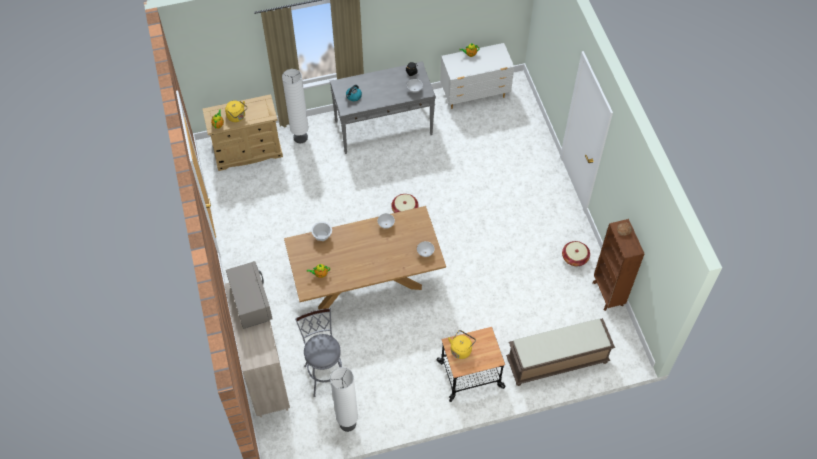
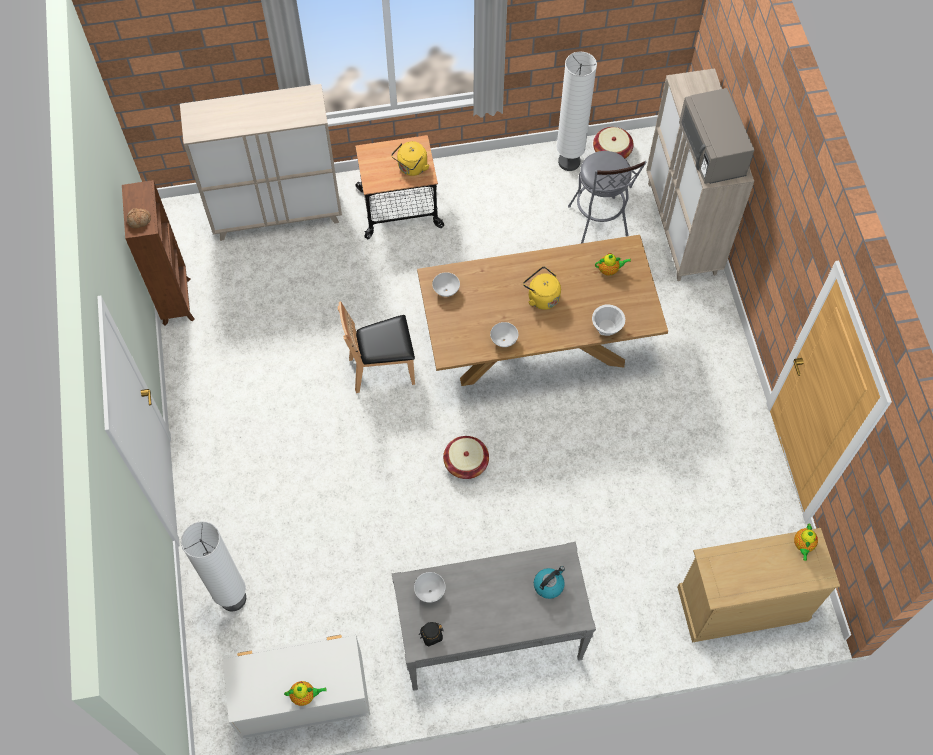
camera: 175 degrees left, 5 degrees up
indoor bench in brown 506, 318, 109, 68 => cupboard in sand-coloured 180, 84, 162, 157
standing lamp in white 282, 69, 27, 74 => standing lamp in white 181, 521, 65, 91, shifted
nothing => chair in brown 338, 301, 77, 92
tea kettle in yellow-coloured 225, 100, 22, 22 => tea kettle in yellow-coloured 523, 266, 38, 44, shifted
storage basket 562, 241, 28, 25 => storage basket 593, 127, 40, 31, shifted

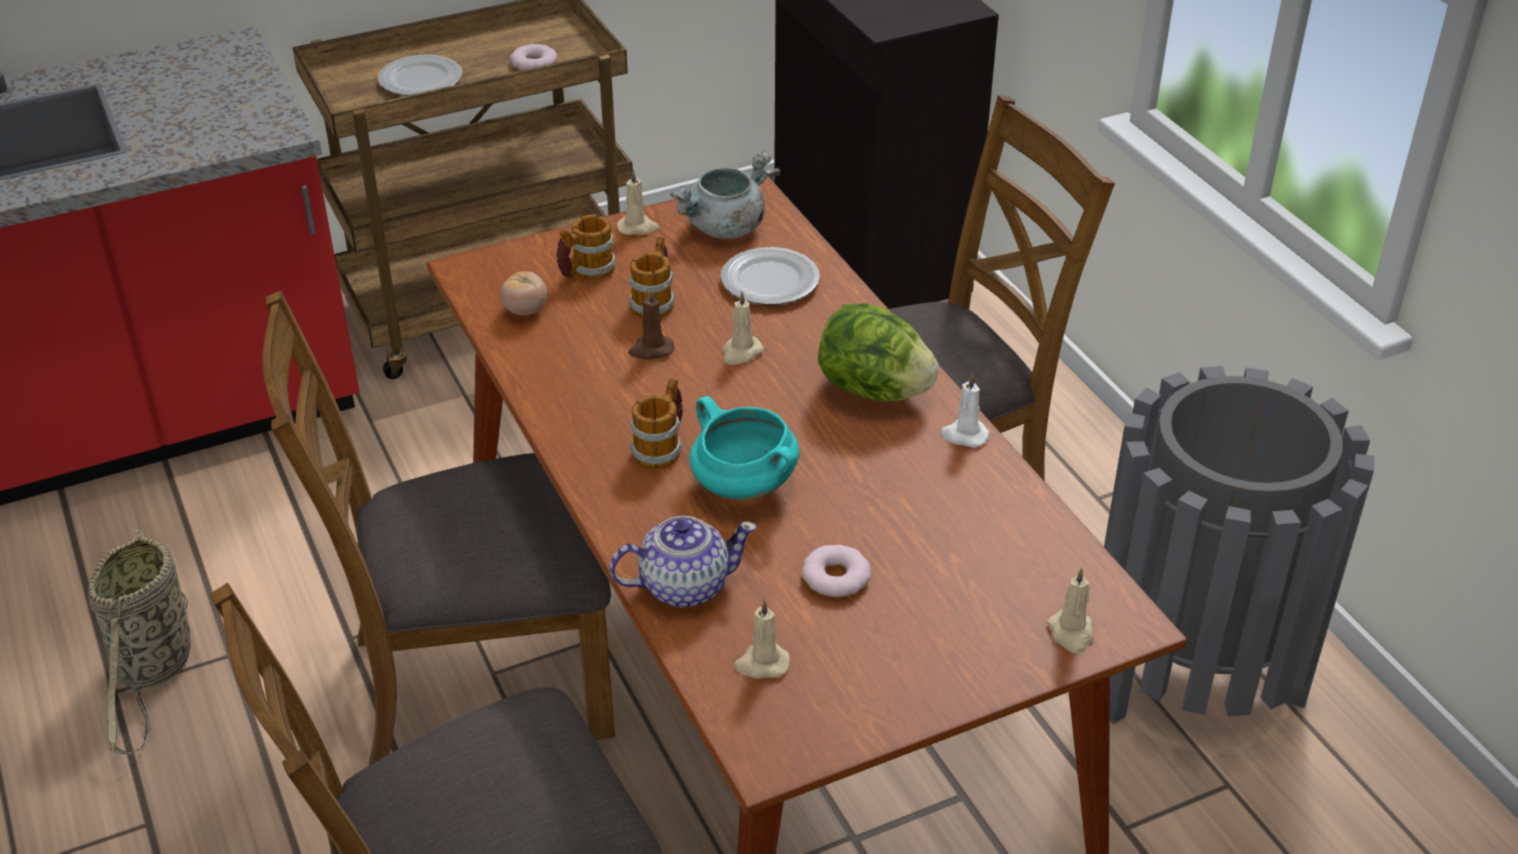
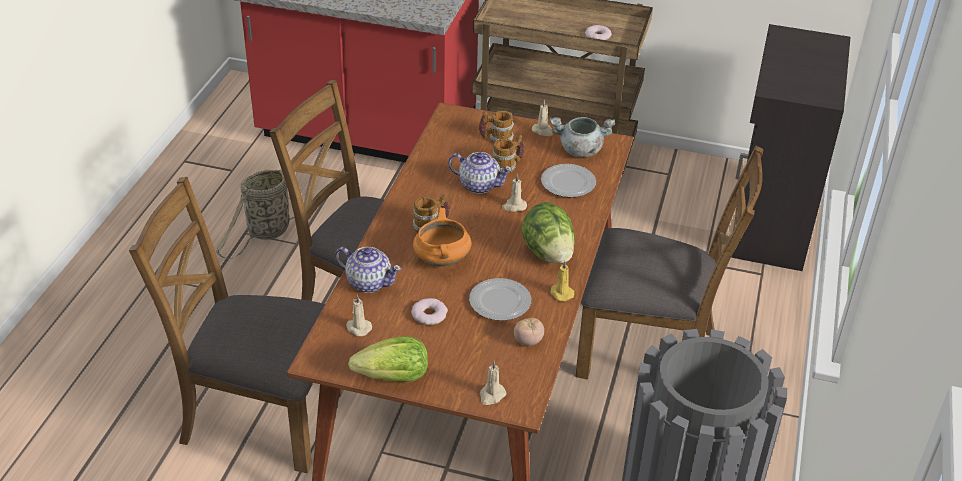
camera: 40 degrees right, 0 degrees up
nothing => lettuce head 348, 336, 80, 46
cooking pot in turquoise-coloured 689, 396, 111, 105 => cooking pot in orangey 413, 208, 59, 59
wax light in brown 629, 289, 45, 70 => teapot 448, 152, 64, 42
plate 378, 54, 84, 42 => plate 469, 278, 62, 43, shifted
tomato 501, 271, 46, 44 => tomato 514, 318, 30, 28, shifted
wax light in white 940, 374, 49, 73 => wax light in yellow-coloured 550, 261, 24, 40

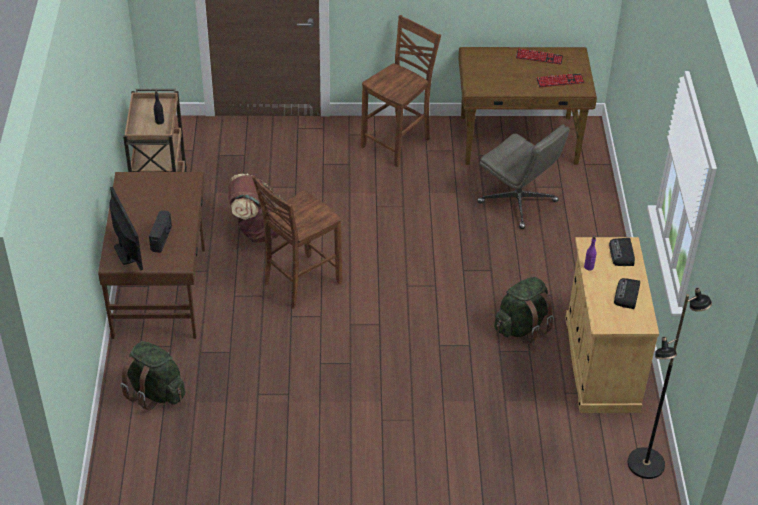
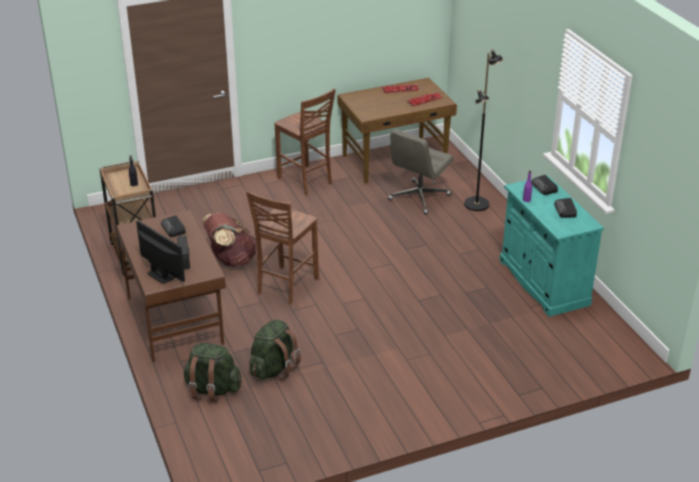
camera: 20 degrees left, 10 degrees down
nothing => radio 161, 215, 25, 22
backpack in green 494, 277, 60, 67 => backpack in green 249, 319, 52, 62, shifted
chair in brown 361, 15, 80, 152 => chair in brown 274, 89, 62, 106, 120 degrees clockwise
desk chair in gray 477, 125, 92, 104 => desk chair in gray 388, 130, 66, 85, 105 degrees clockwise
standing lamp in black-coloured 628, 288, 84, 191 => standing lamp in black-coloured 464, 49, 39, 162, shifted
cupboard in sand-coloured 565, 237, 94, 176 => cupboard in turquoise-coloured 499, 175, 105, 142

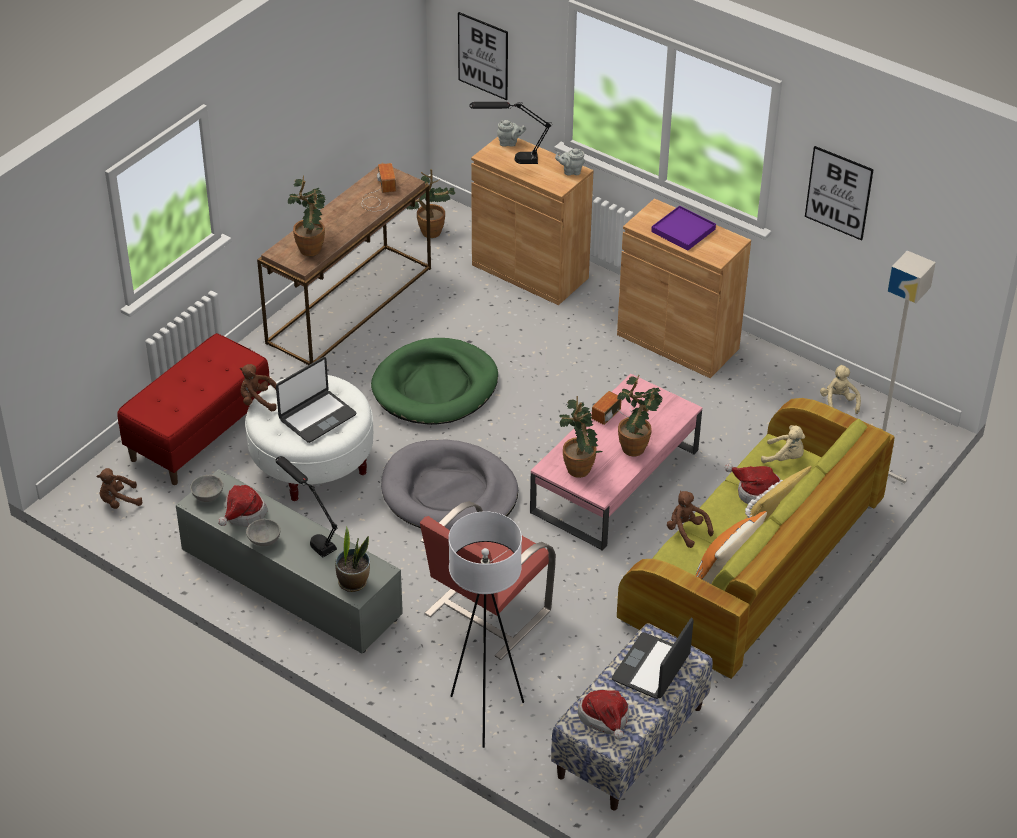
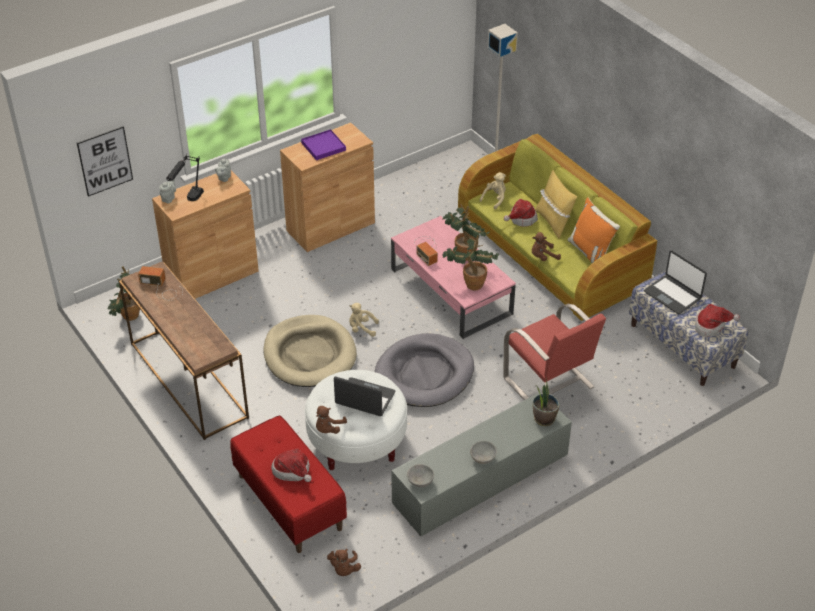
camera: 70 degrees left, 0 degrees up
dog cushion in green 371, 338, 127, 87 => dog cushion in sand-coloured 263, 315, 94, 72
wearable hat 218, 485, 50, 42 => wearable hat 271, 448, 41, 34, shifted
laptop 276, 357, 81, 86 => laptop 334, 377, 61, 39, 45 degrees counterclockwise
cuddly toy in sand-coloured 820, 365, 41, 49 => cuddly toy in sand-coloured 349, 303, 30, 34, shifted
lamp for a table in black-coloured 275, 456, 63, 102 => nothing
houseplant 288, 175, 38, 81 => nothing
standing lamp in white 448, 511, 76, 237 => nothing
picture 805, 146, 69, 95 => nothing

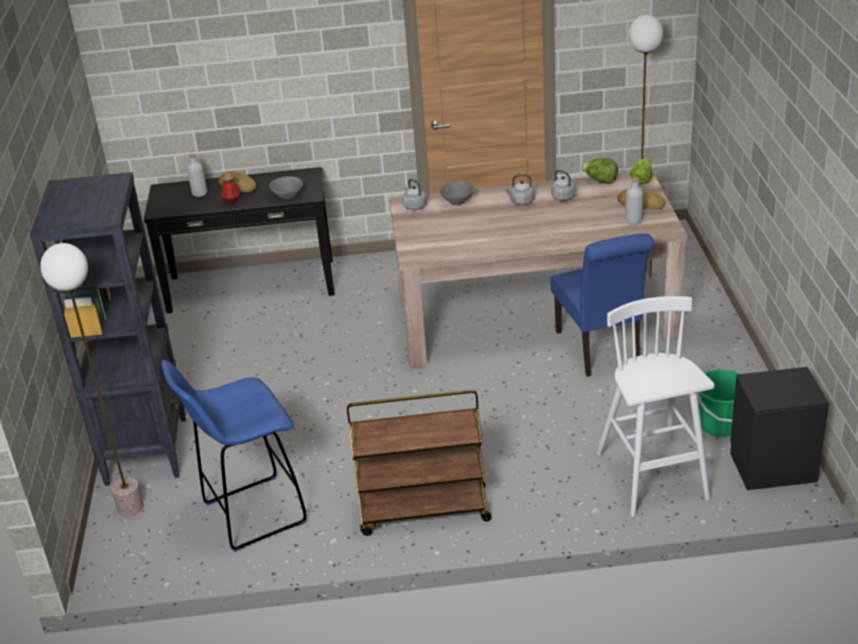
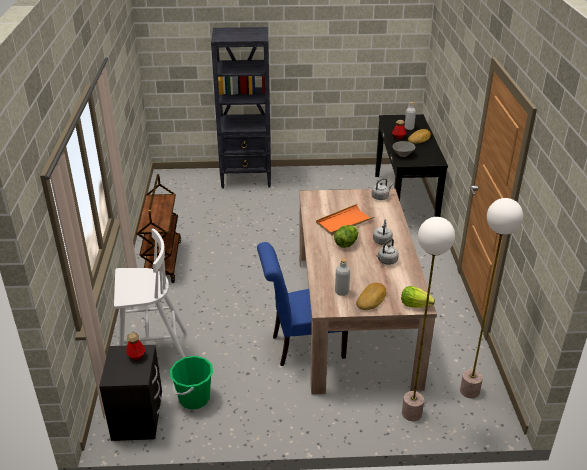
camera: 90 degrees right, 0 degrees up
nothing => bottle 126, 333, 19, 28
nothing => serving tray in orangey 316, 204, 58, 31
lettuce head 581, 158, 37, 26 => lettuce head 334, 225, 24, 23, shifted
standing lamp 40, 243, 104, 273 => standing lamp 402, 217, 53, 204, shifted
stool in blue-coloured 161, 360, 146, 192 => nothing
serving bowl in gray 439, 181, 35, 24 => nothing

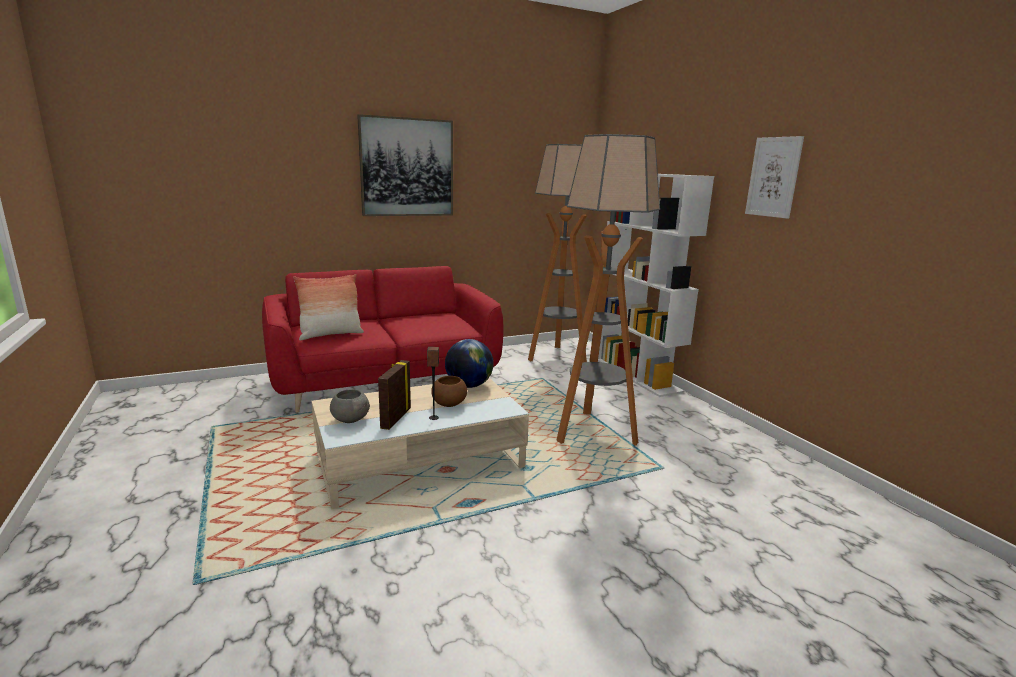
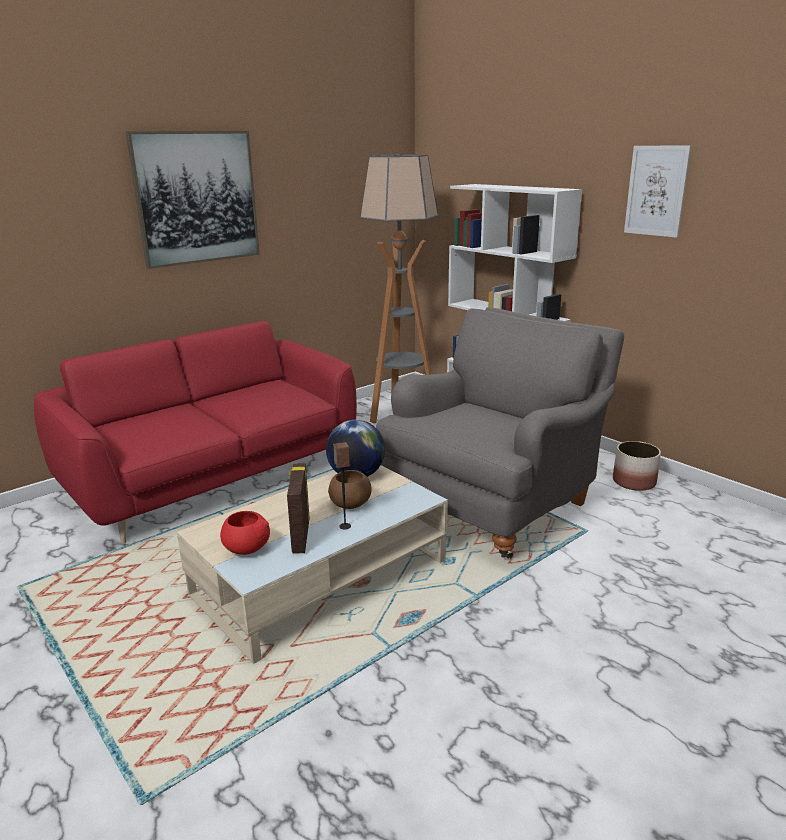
camera: 15 degrees left, 5 degrees up
serving bowl in gray 330, 390, 40, 33 => serving bowl in reddish 220, 511, 50, 44
standing lamp 556, 134, 104, 312 => armchair in gray 376, 307, 248, 252
nothing => plant pot 613, 441, 48, 50
cushion 293, 274, 71, 66 => nothing

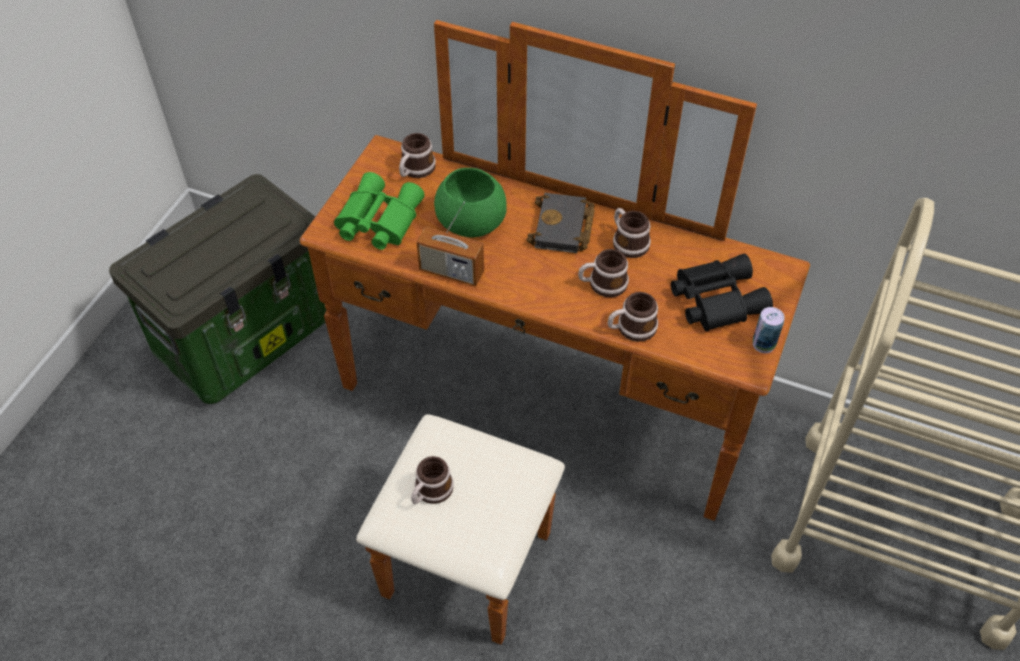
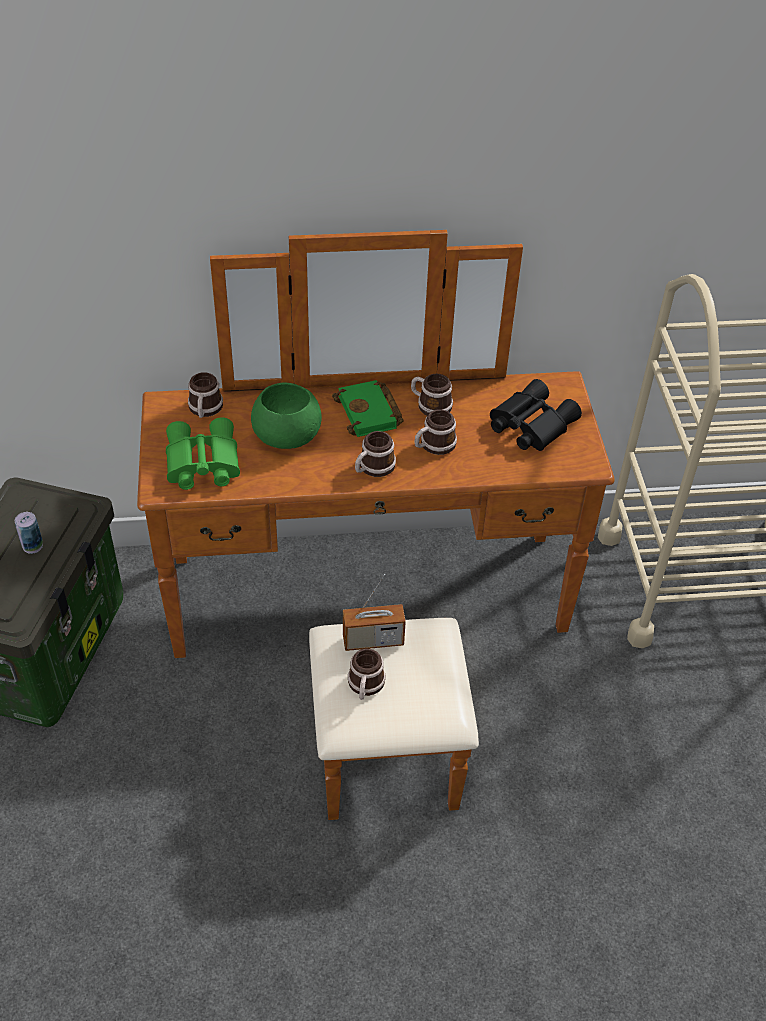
camera: 30 degrees left, 5 degrees down
metal can 753, 307, 32, 46 => metal can 15, 512, 28, 42, shifted
book in black-coloured 527, 193, 68, 60 => book in green 332, 380, 72, 57
radio 417, 201, 67, 85 => radio 343, 574, 63, 77, shifted
coffee mug 608, 292, 50, 50 => coffee mug 355, 431, 41, 46, shifted

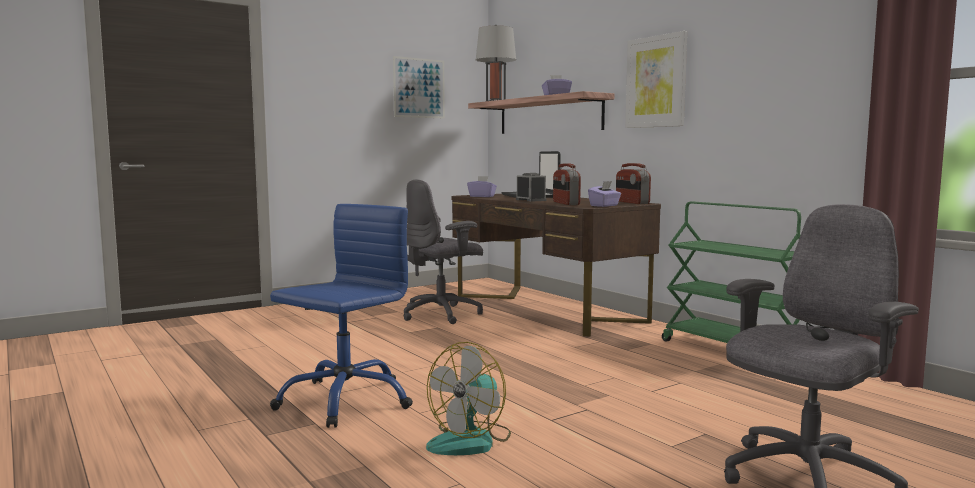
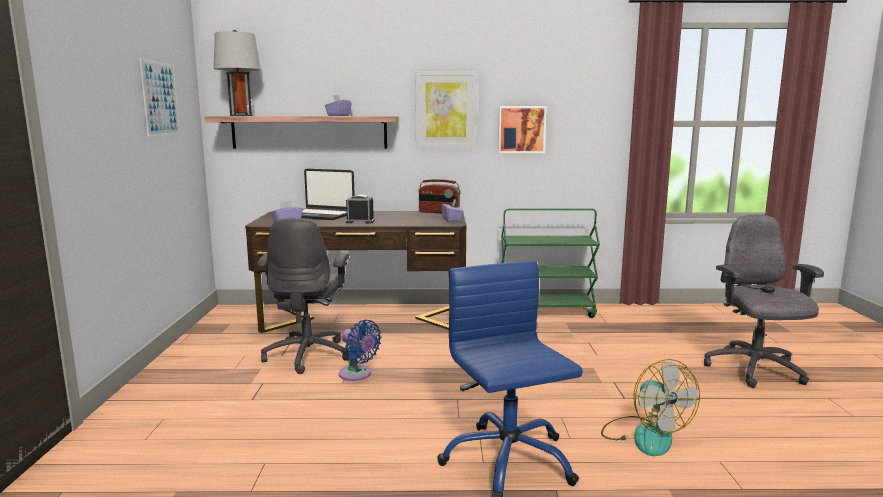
camera: 55 degrees left, 5 degrees up
nothing => fan in blue-coloured 339, 319, 43, 62
nothing => picture 498, 106, 49, 47
radio 553, 163, 28, 42 => nothing

